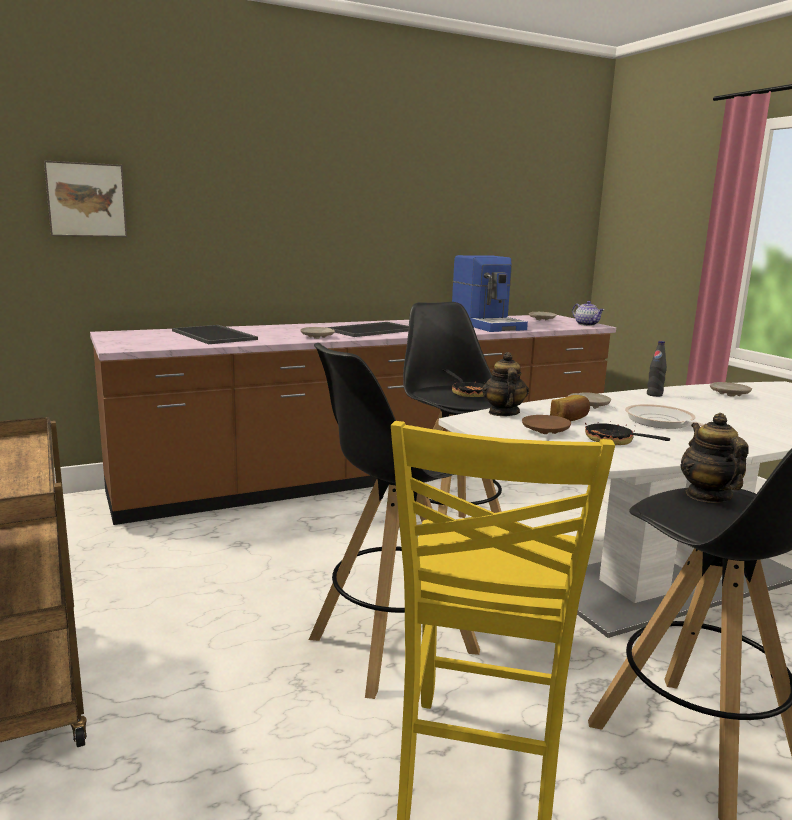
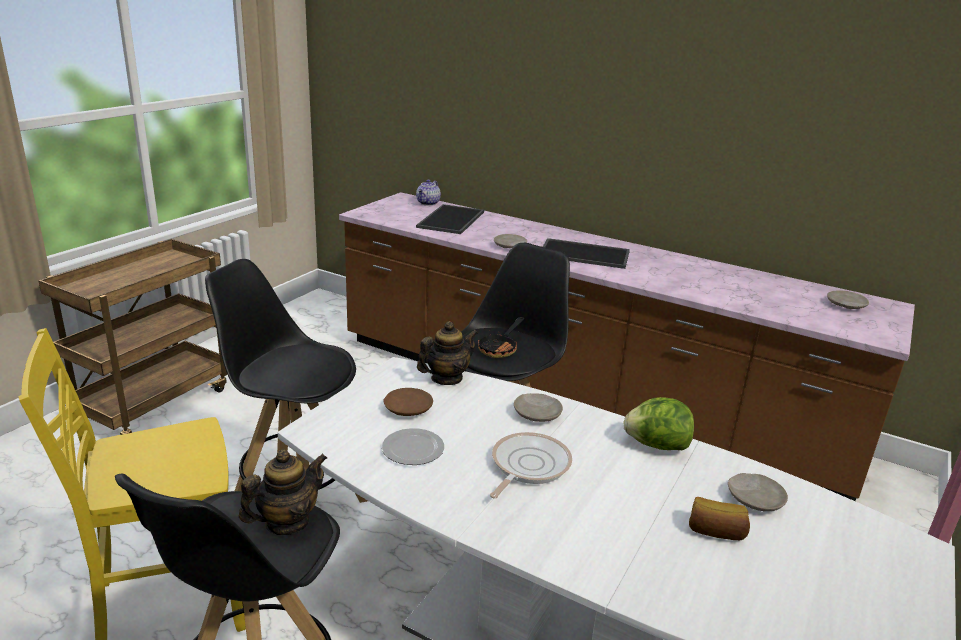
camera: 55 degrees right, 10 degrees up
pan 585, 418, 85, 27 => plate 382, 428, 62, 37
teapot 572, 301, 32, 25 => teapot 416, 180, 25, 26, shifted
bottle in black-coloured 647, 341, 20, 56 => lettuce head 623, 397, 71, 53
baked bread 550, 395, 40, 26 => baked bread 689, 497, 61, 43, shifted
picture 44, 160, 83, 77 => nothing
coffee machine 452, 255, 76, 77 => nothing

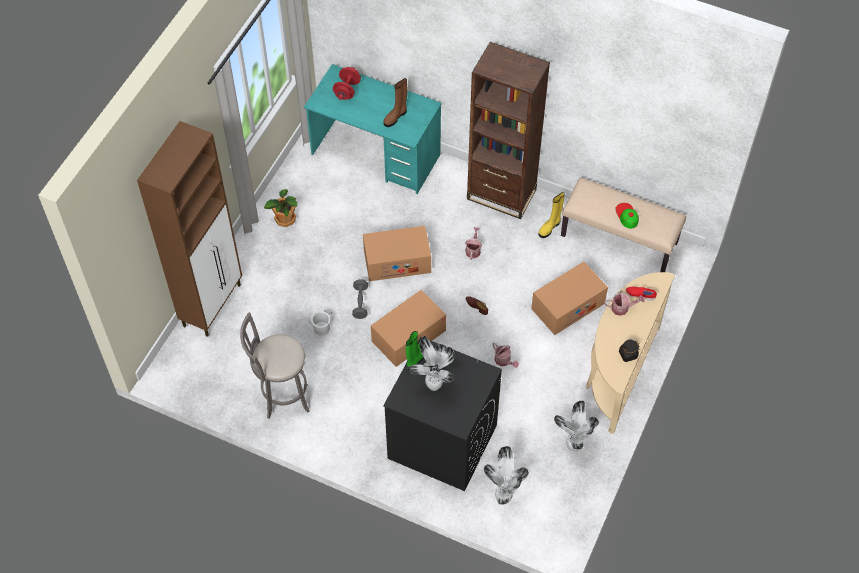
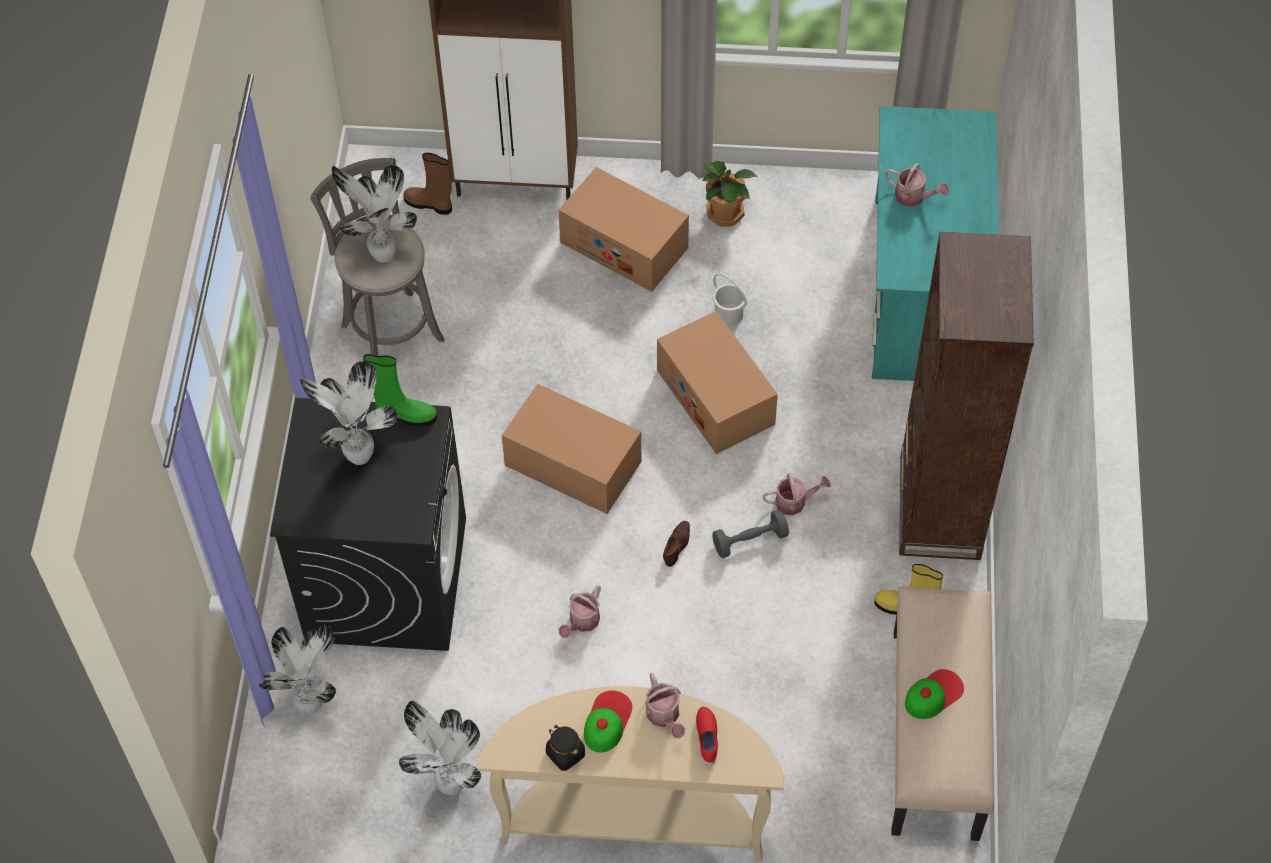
camera: 70 degrees right, 0 degrees up
nothing => houseplant 332, 165, 85, 97
high-top boot in brown 383, 78, 24, 49 => high-top boot in brown 403, 153, 49, 62, shifted
packing box 531, 262, 77, 73 => packing box 558, 167, 131, 125, shifted
nothing => baseball cap 584, 690, 48, 63
free weight in gray 352, 279, 16, 40 => free weight in gray 712, 510, 77, 48, shifted
bucket in white 308, 308, 24, 28 => bucket in white 713, 273, 34, 54, shifted
nothing => sprinkling can 885, 163, 64, 44
free weight in reddish 333, 67, 28, 33 => nothing

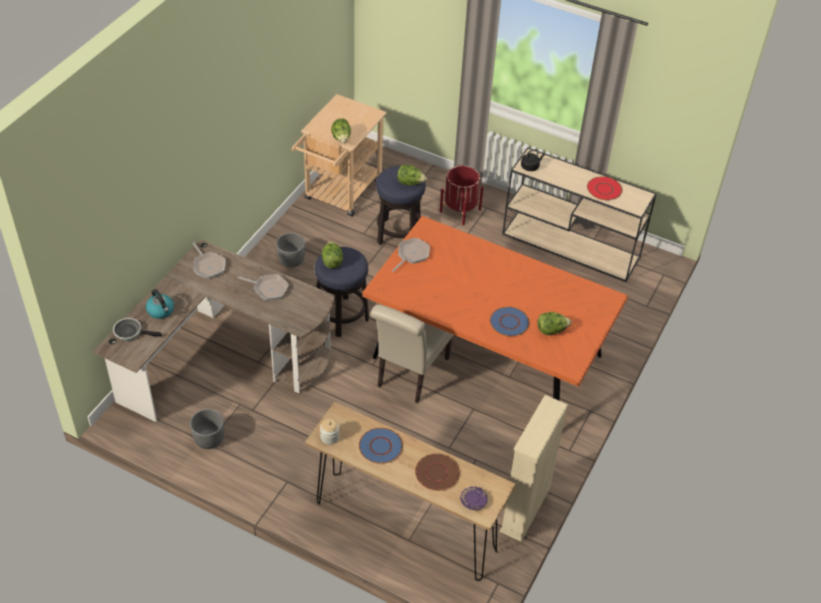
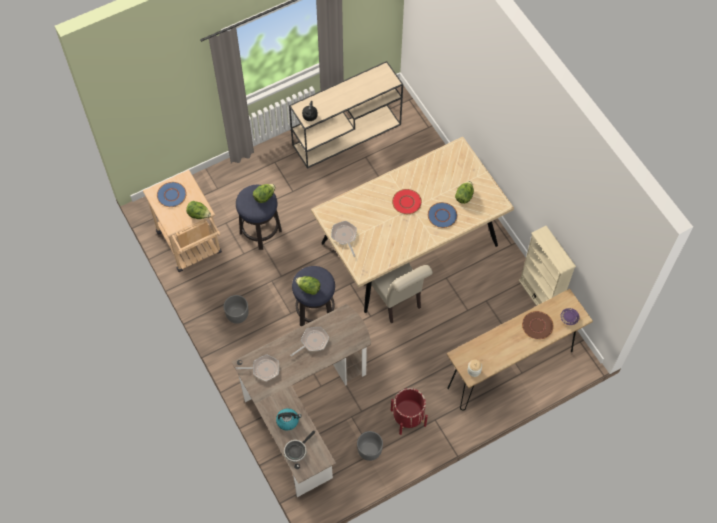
camera: 55 degrees left, 15 degrees up
plate in blue-coloured 359, 428, 44, 36 => plate in blue-coloured 157, 182, 30, 25, shifted
dinner table in orangey 362, 216, 266, 185 => dinner table in sand-coloured 311, 137, 203, 176
plant pot in reddish 440, 165, 44, 60 => plant pot in reddish 391, 388, 37, 47, shifted
plate in reddish 587, 176, 35, 24 => plate in reddish 392, 189, 30, 25, shifted

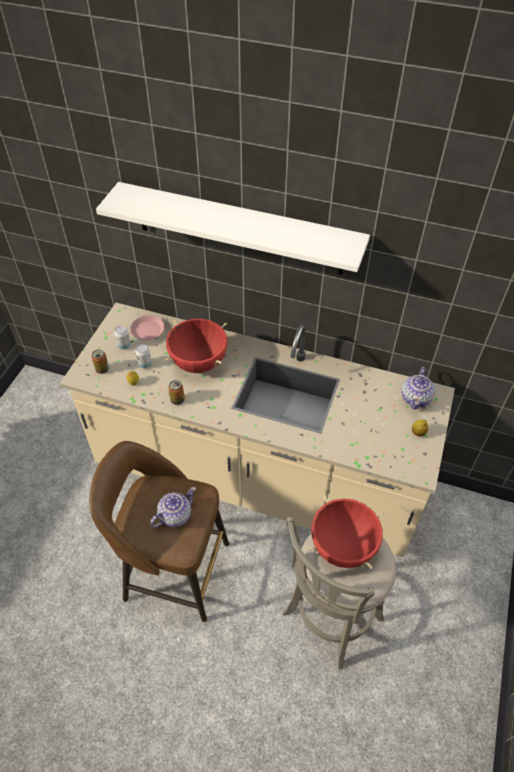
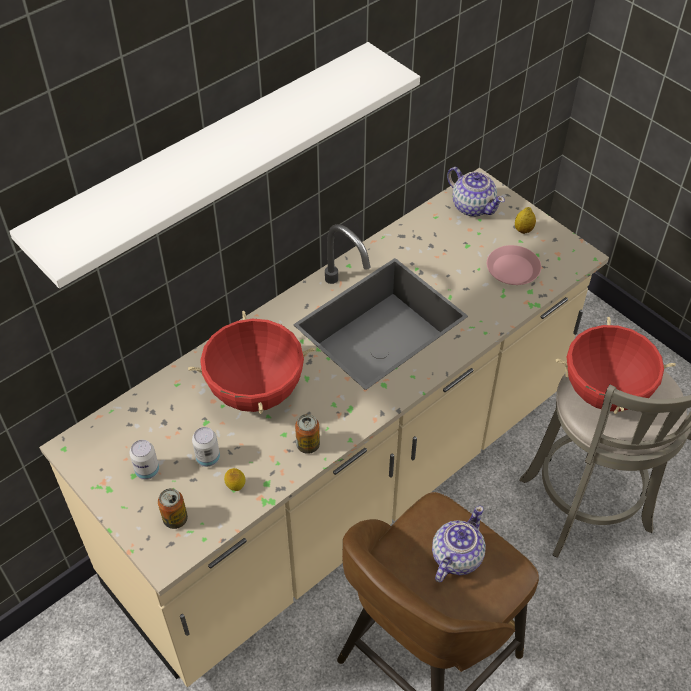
camera: 60 degrees left, 0 degrees up
teapot 150, 487, 46, 41 => teapot 432, 506, 54, 76, 45 degrees clockwise
plate in pink-coloured 130, 315, 35, 25 => plate in pink-coloured 487, 245, 54, 40, shifted

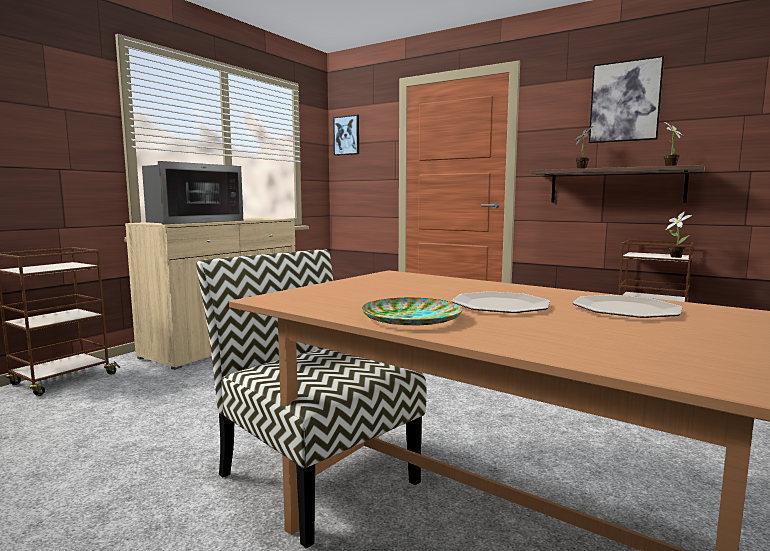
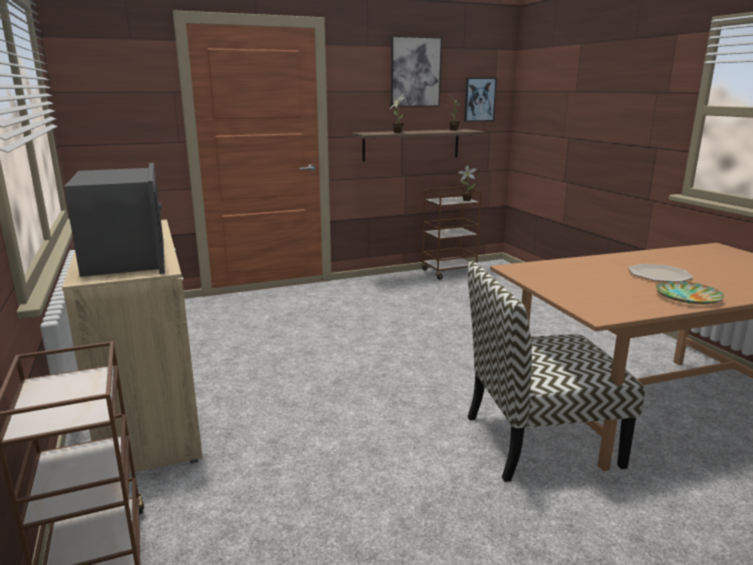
camera: 55 degrees left, 10 degrees up
picture 333, 115, 26, 41 => picture 464, 78, 33, 44, shifted
plate 572, 295, 111, 23 => nothing

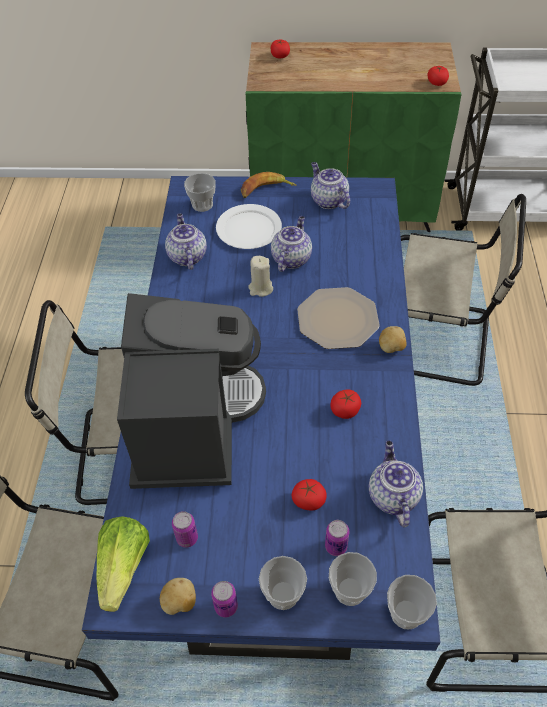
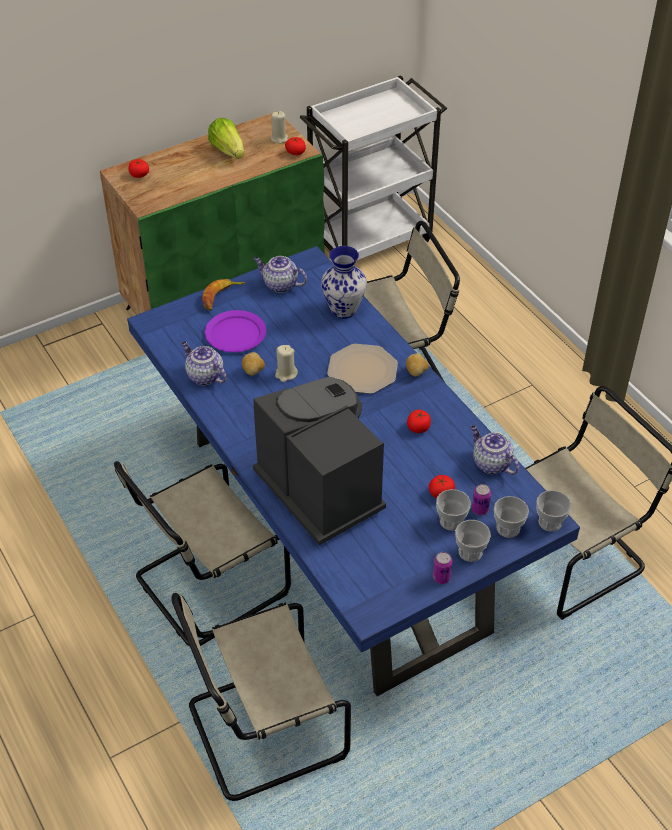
camera: 35 degrees left, 5 degrees down
plate in white 216, 204, 66, 45 => plate in purplish 205, 310, 61, 42
lettuce head 96, 516, 54, 96 => lettuce head 208, 118, 36, 41, shifted
potato 160, 578, 36, 37 => potato 242, 352, 23, 24, shifted
nothing => wax light in sand-coloured 271, 111, 17, 33
nothing => flower vase 321, 246, 46, 72
cup 184, 173, 32, 39 => cup 436, 489, 35, 42, shifted
metal can 172, 511, 26, 37 => nothing
teapot 271, 216, 41, 56 => nothing

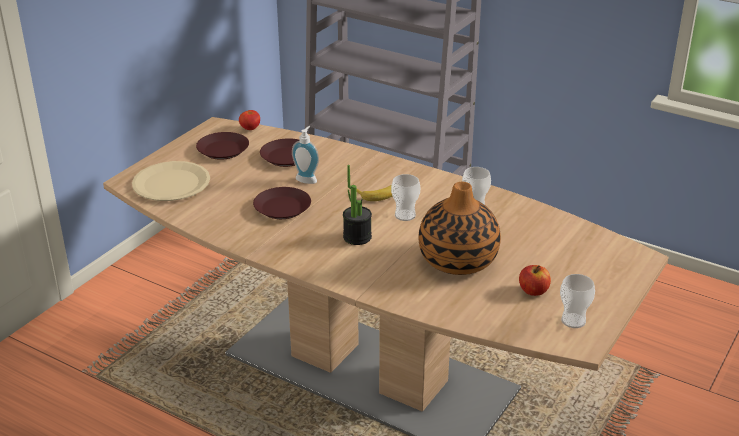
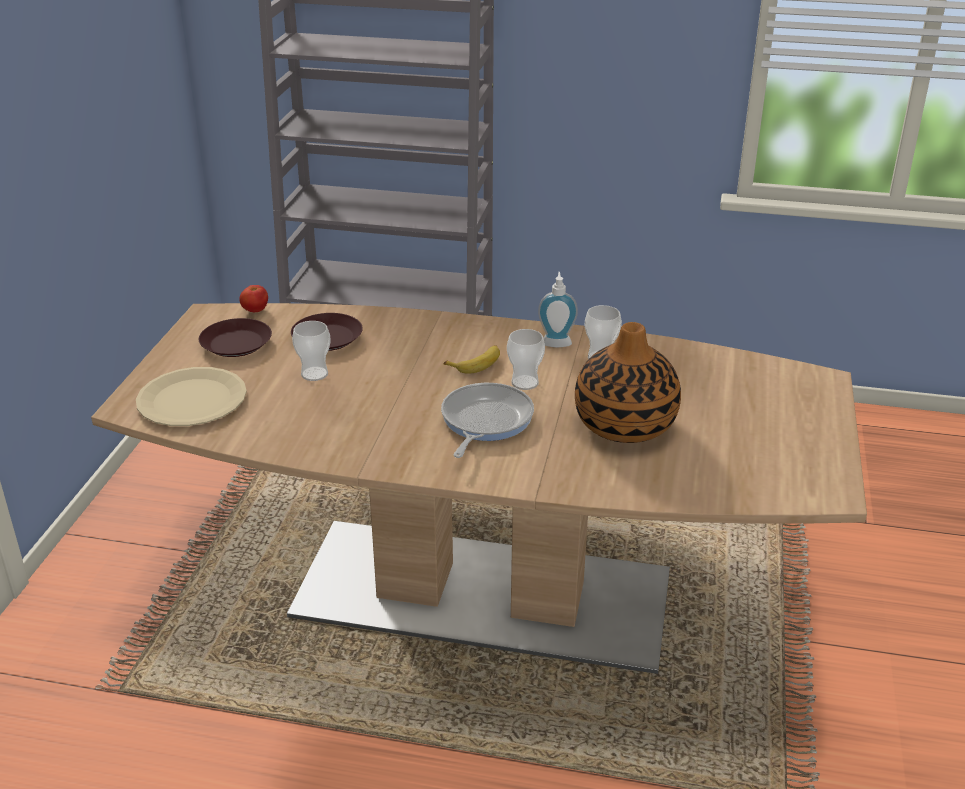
camera: 20 degrees left, 0 degrees up
cup 560, 274, 35, 54 => cup 292, 321, 39, 60, shifted
houseplant 343, 165, 29, 80 => pan 441, 383, 93, 75
liquid soap bottle 292, 126, 27, 58 => liquid soap bottle 538, 272, 40, 75, shifted
plate in brown 253, 187, 58, 32 => nothing
whole apple 519, 265, 32, 31 => nothing

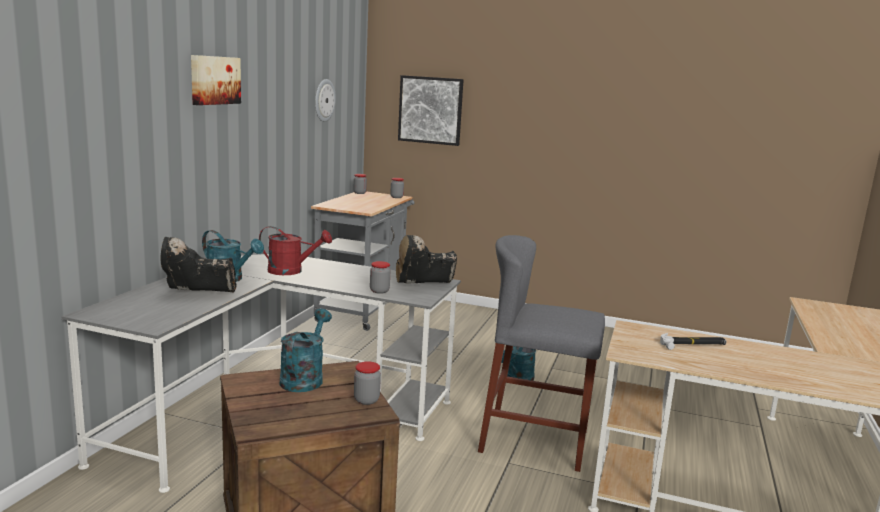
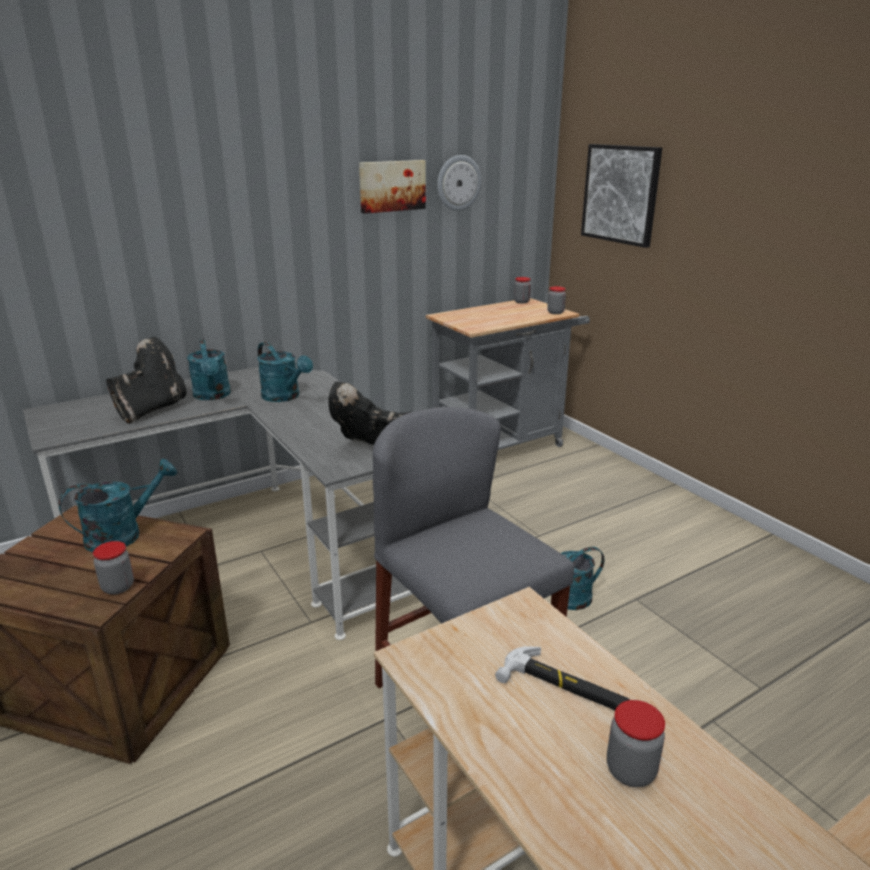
camera: 40 degrees right, 10 degrees up
high-top boot in black-coloured 161, 237, 76, 56 => high-top boot in black-coloured 106, 337, 80, 87, 90 degrees clockwise
sprinkling can in reddish 259, 226, 73, 49 => sprinkling can in turquoise-coloured 257, 342, 56, 60
picture 191, 55, 50, 50 => picture 359, 160, 67, 54, shifted
preserve jar 370, 261, 21, 33 => preserve jar 607, 700, 58, 87, shifted

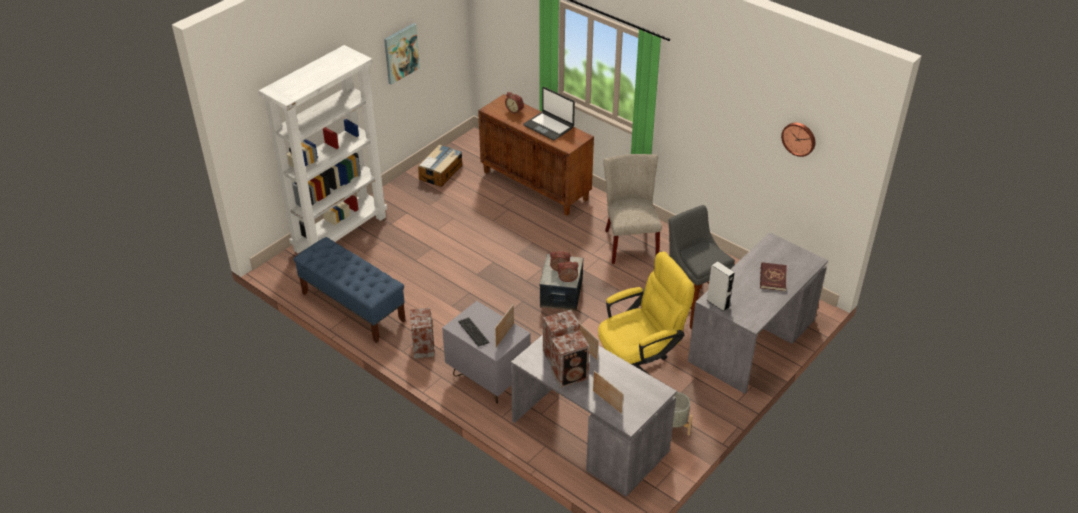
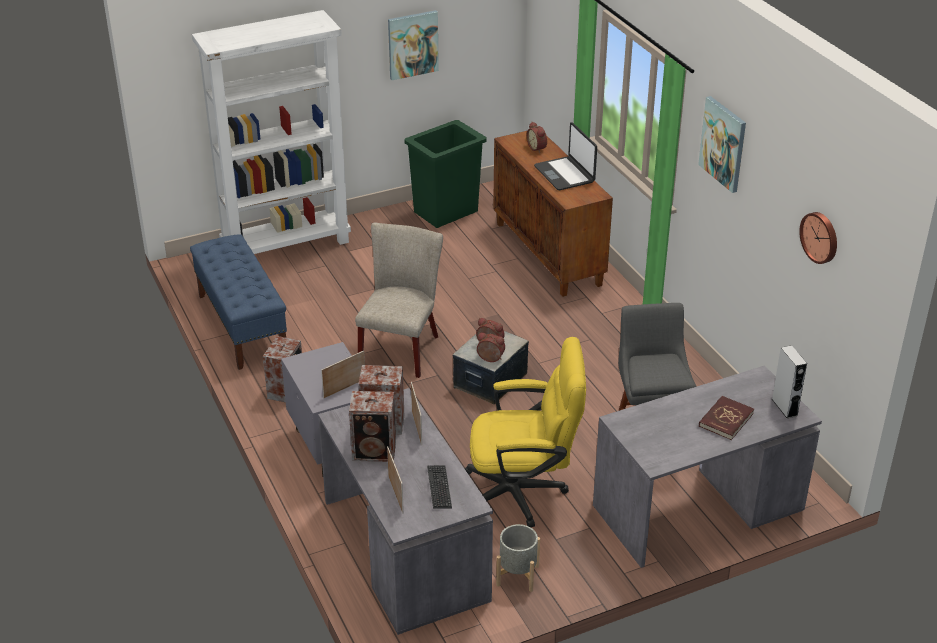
camera: 25 degrees right, 5 degrees down
chair in sand-coloured 603, 154, 59, 110 => chair in sand-coloured 355, 223, 88, 155, shifted
packing box 418, 145, 44, 42 => waste bin in green 404, 120, 83, 108
computer keyboard 458, 317, 32, 30 => computer keyboard 427, 465, 25, 44, shifted
nothing => picture 698, 96, 48, 97
speaker in gray 706, 261, 29, 51 => speaker in gray 772, 345, 35, 73, shifted

